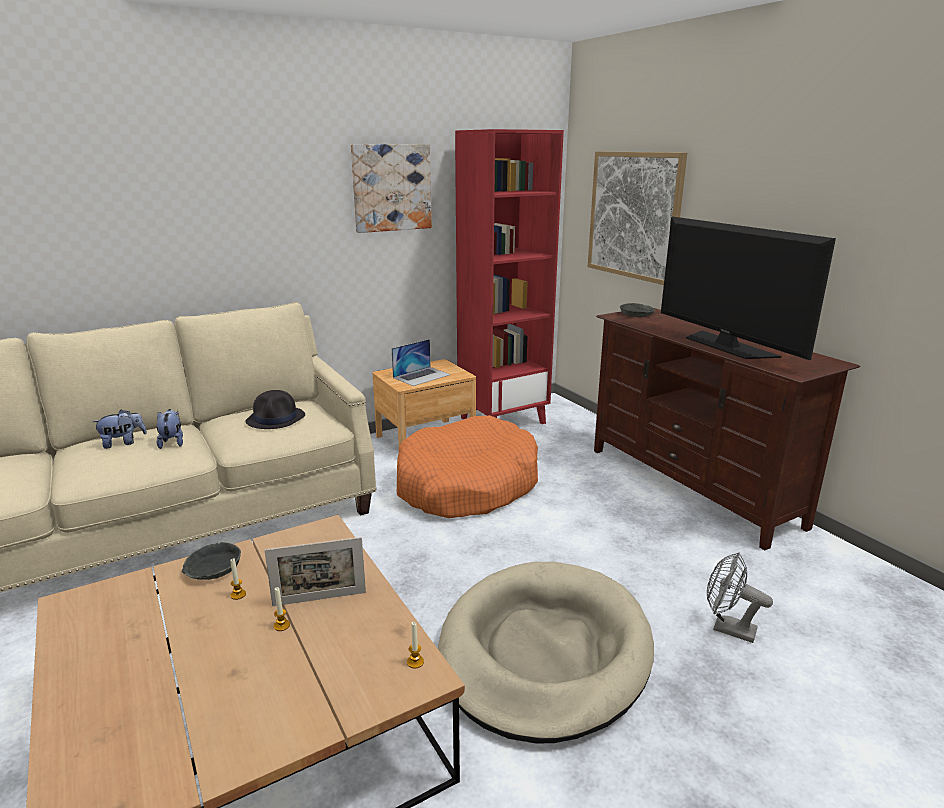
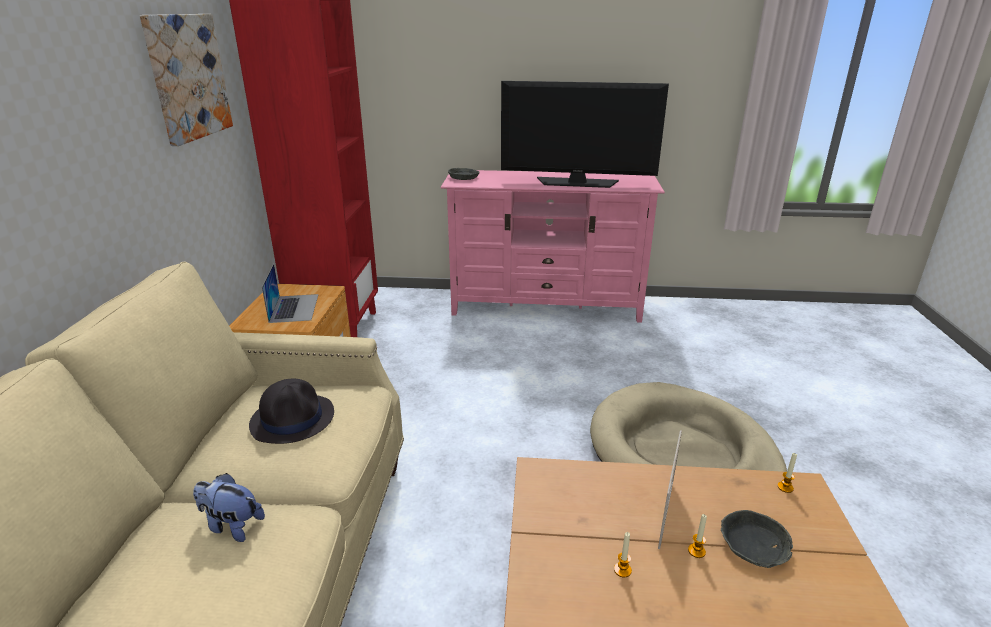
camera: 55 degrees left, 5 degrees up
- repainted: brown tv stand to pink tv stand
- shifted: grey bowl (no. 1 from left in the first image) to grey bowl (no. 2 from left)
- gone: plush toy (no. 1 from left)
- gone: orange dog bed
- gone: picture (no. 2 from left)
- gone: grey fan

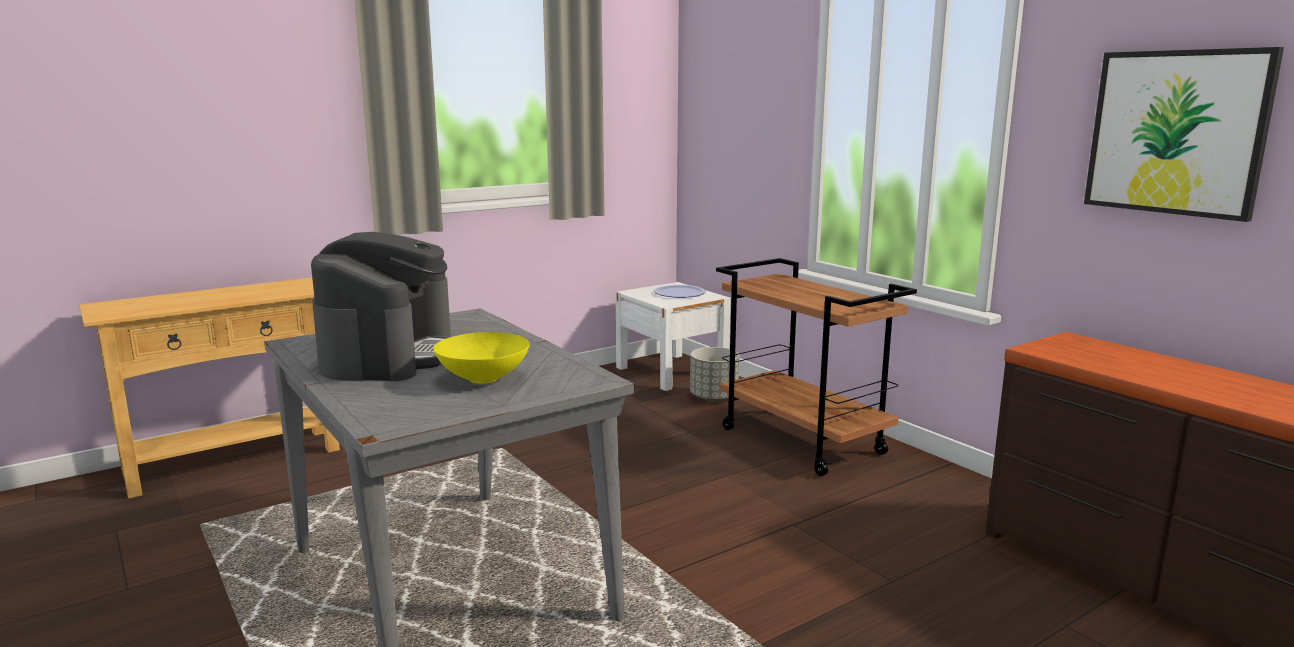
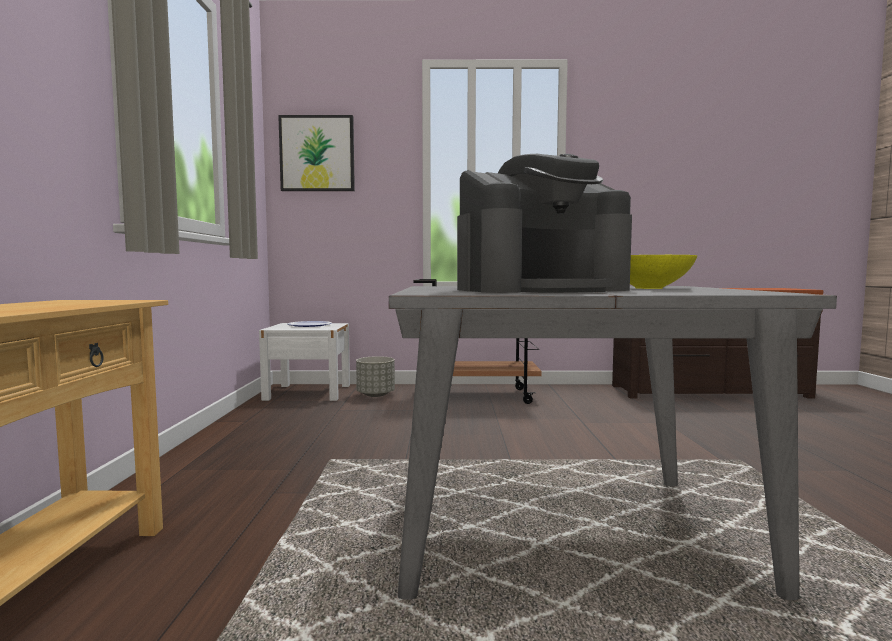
camera: 55 degrees left, 10 degrees down
- shifted: picture
- rotated: coffee machine 120 degrees clockwise

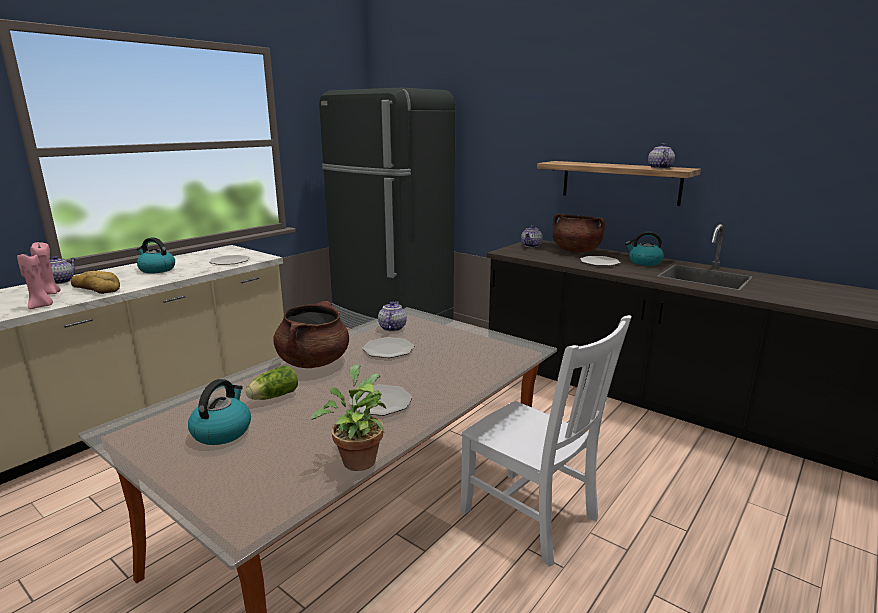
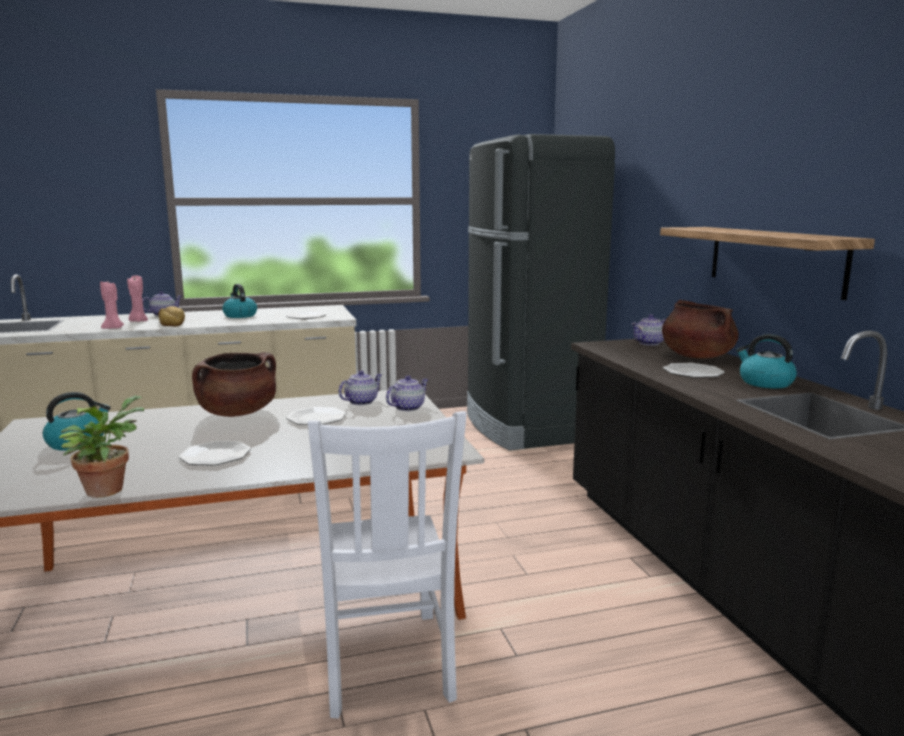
camera: 35 degrees right, 5 degrees down
- shifted: teapot (no. 4 from left in the first image) to teapot (no. 3 from left)
- gone: lettuce

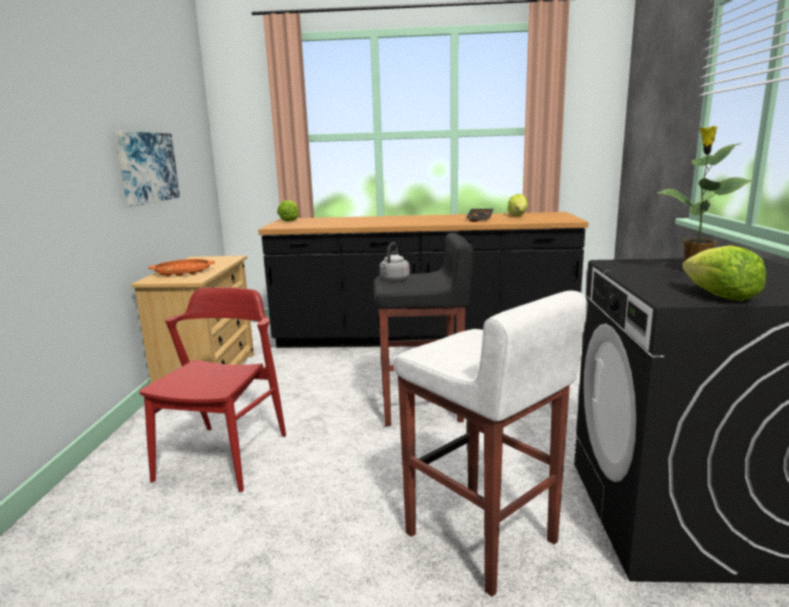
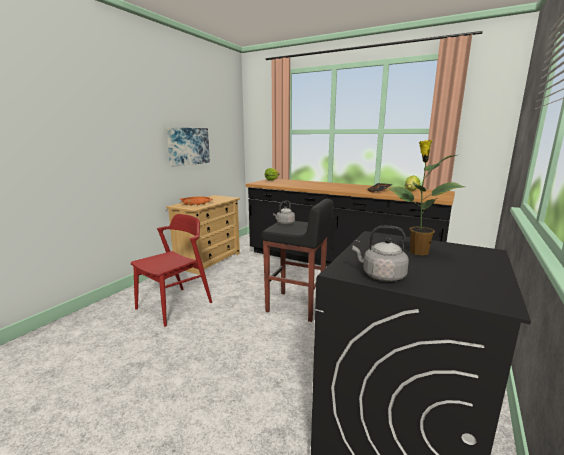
camera: 25 degrees right, 0 degrees up
- swapped: lettuce (no. 3 from left) to grey kettle (no. 2 from left)
- gone: white stool

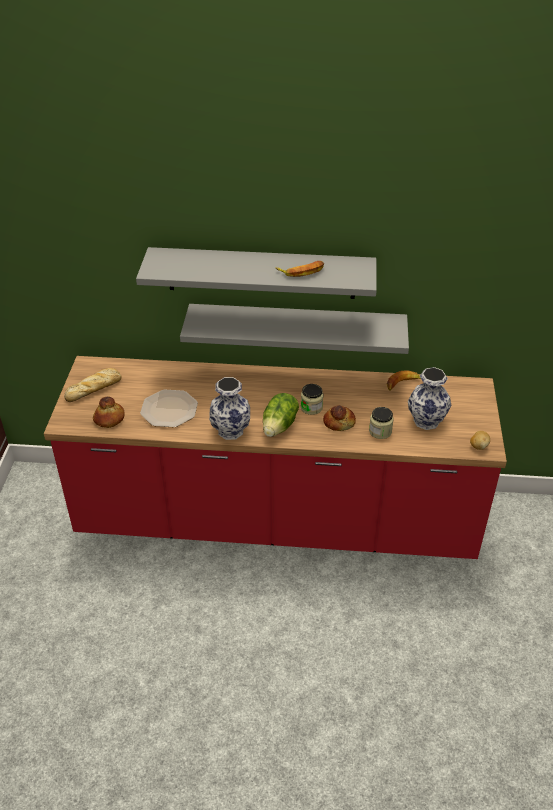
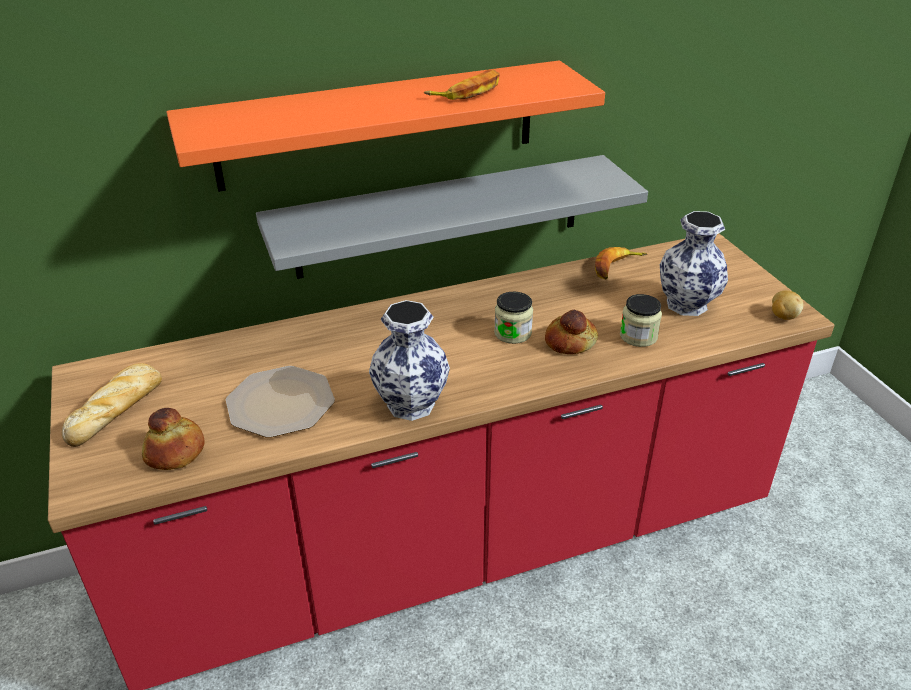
camera: 25 degrees left, 5 degrees down
- repainted: grey shelf (no. 1 from left) to orange shelf
- gone: lettuce

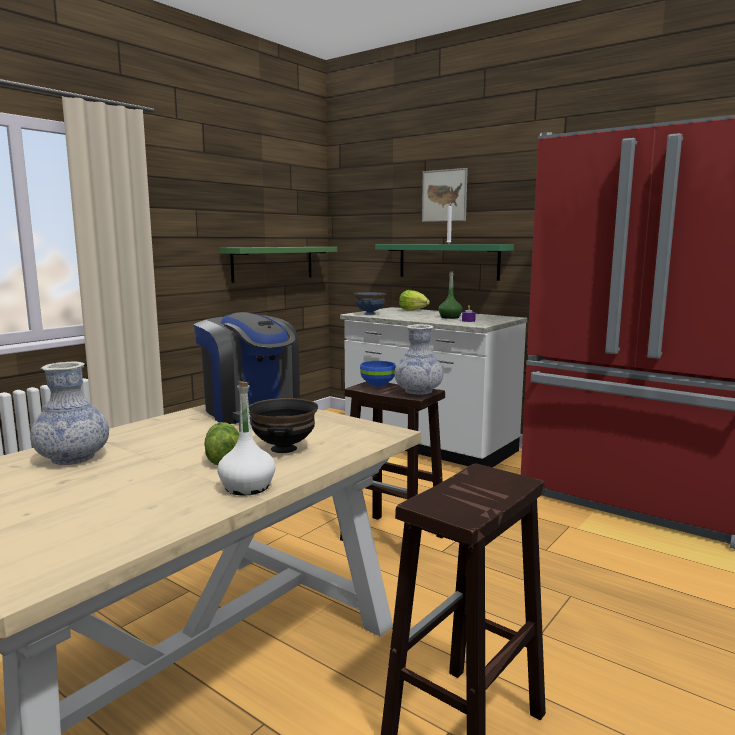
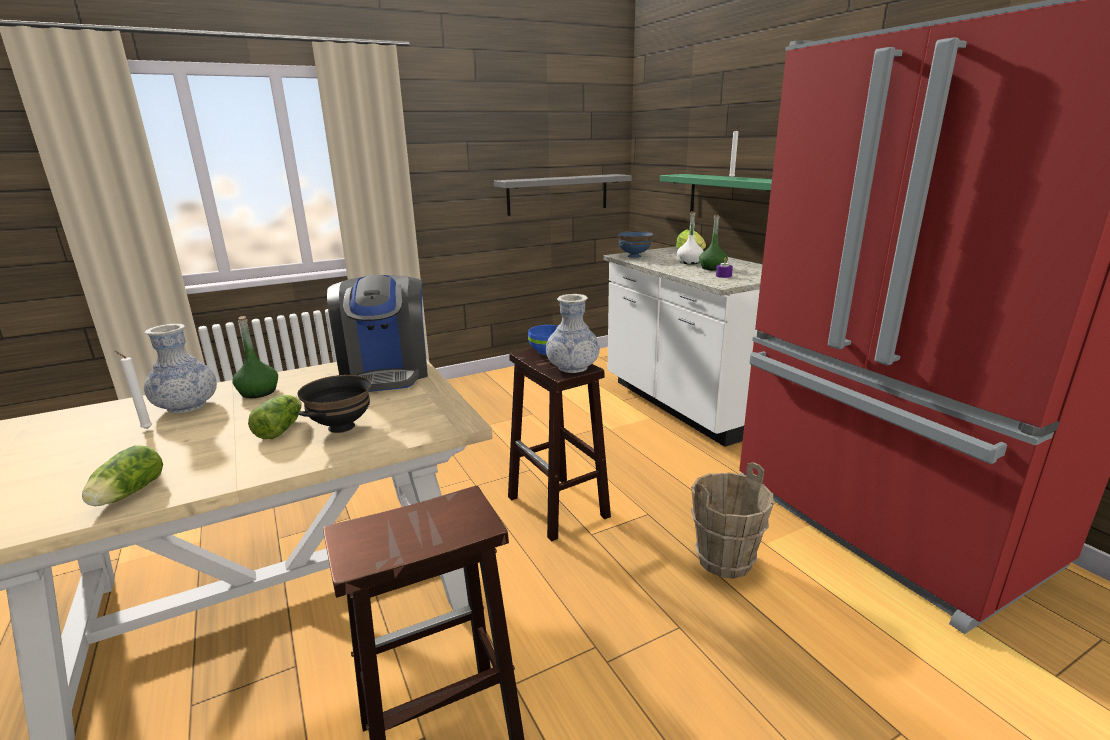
camera: 25 degrees right, 10 degrees up
- new: lettuce (no. 1 from left)
- new: white candle (no. 1 from left)
- new: green bottle (no. 1 from left)
- repainted: green shelf (no. 1 from left) to grey shelf
- shifted: white bottle
- new: brown bucket
- gone: picture

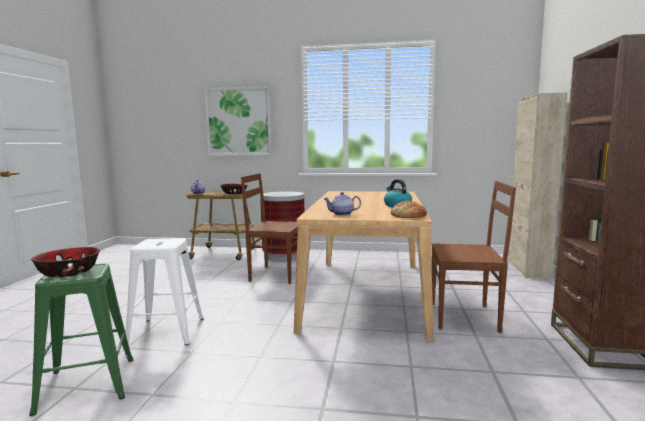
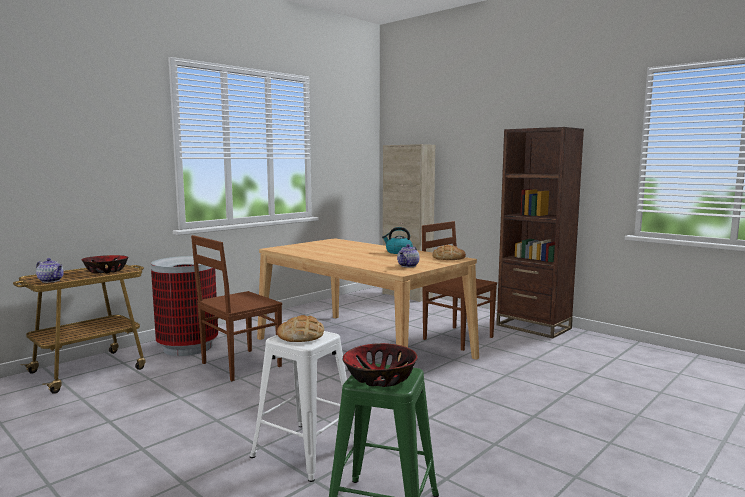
camera: 55 degrees left, 0 degrees up
- new: bread (no. 1 from left)
- rotated: brown chair (no. 2 from left) 90 degrees counterclockwise
- gone: picture

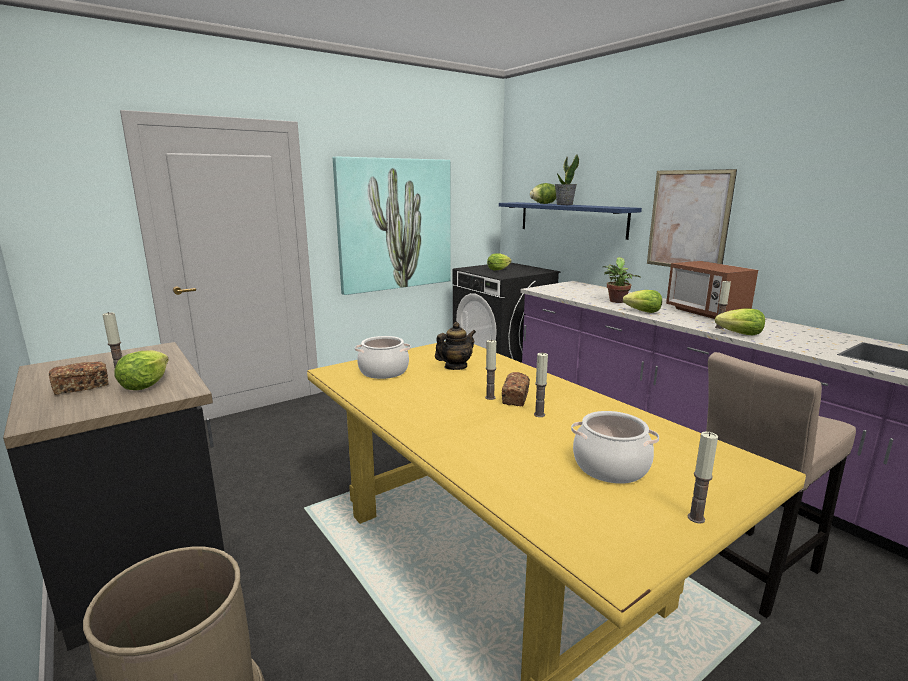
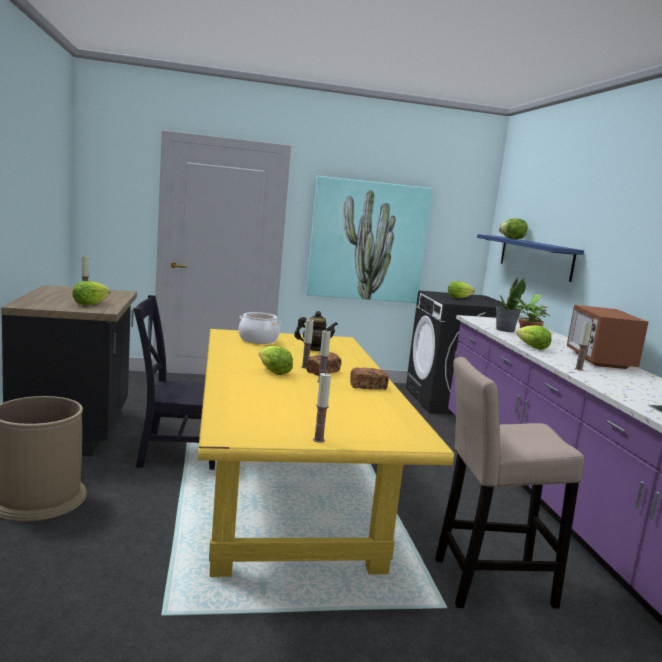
camera: 25 degrees right, 5 degrees down
- new: black chair
- shifted: lettuce (no. 5 from left in the first image) to lettuce (no. 2 from left)
- shifted: bread (no. 1 from left in the first image) to bread (no. 2 from left)
- shifted: potted plant (no. 1 from left)
- gone: cooking pot (no. 2 from left)
- gone: picture (no. 2 from left)

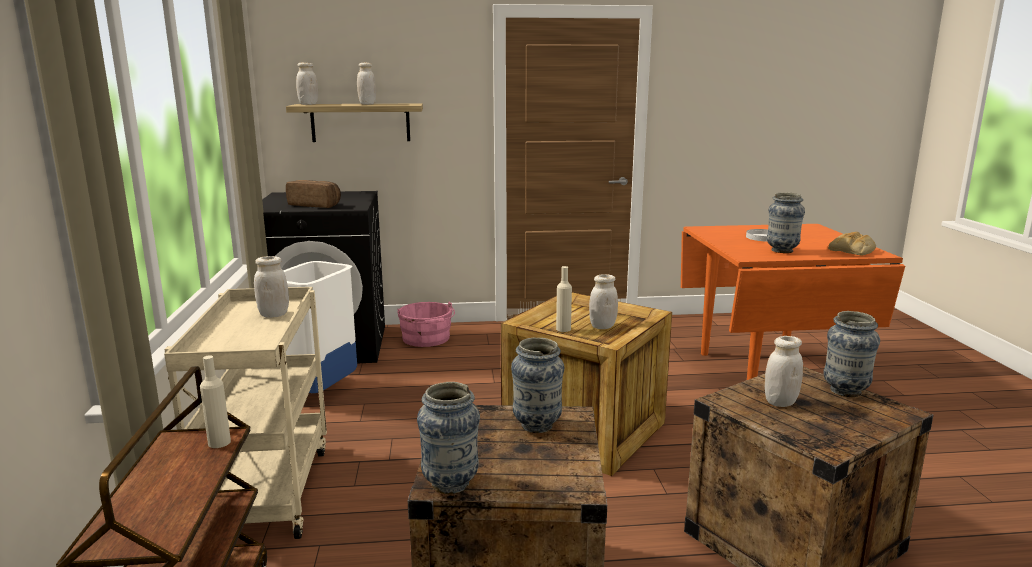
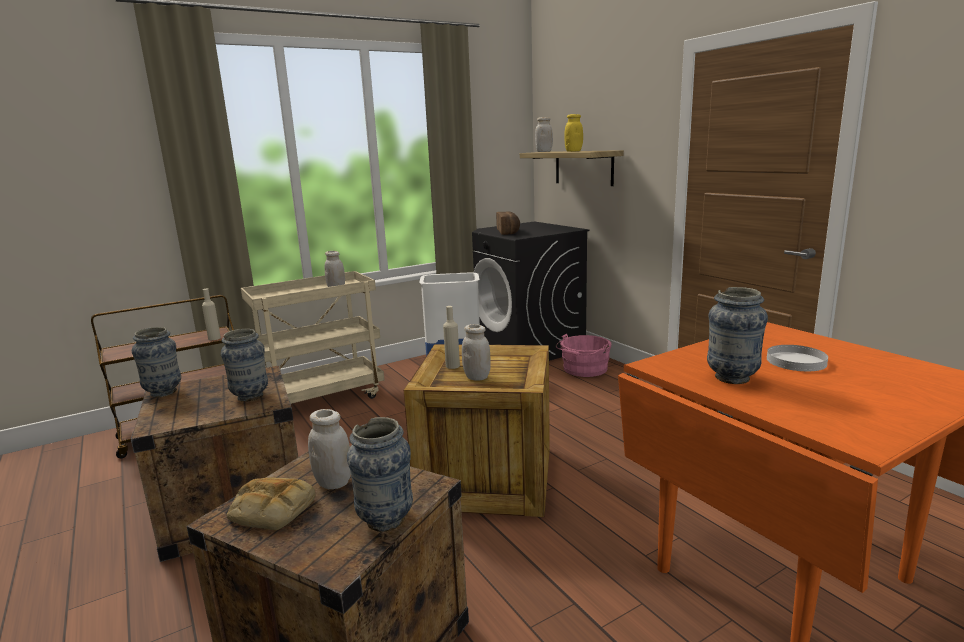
camera: 65 degrees right, 0 degrees up
- shifted: bread (no. 2 from left in the first image) to bread (no. 1 from left)
- repainted: white jar (no. 3 from left) to yellow jar

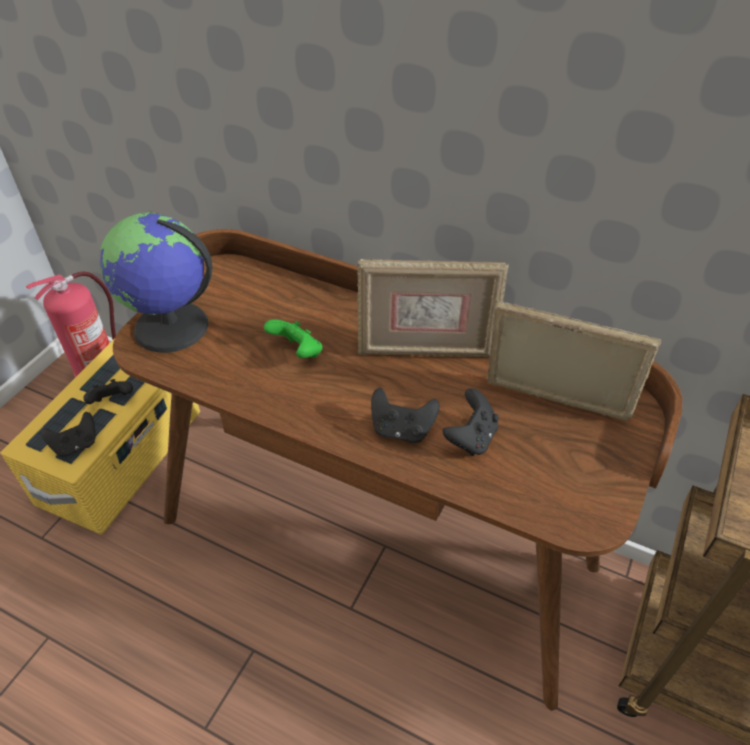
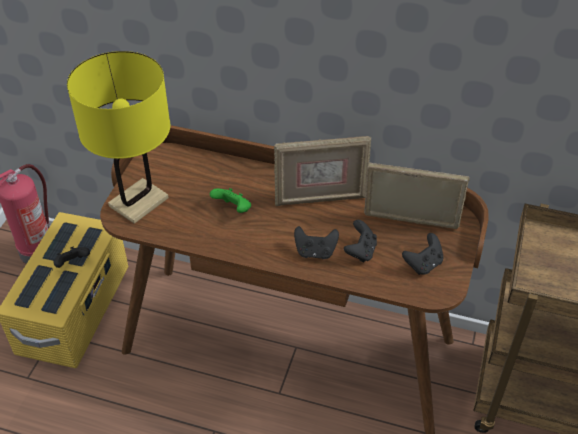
camera: 10 degrees left, 0 degrees up
- swapped: globe to yellow table lamp
- shifted: black game controller (no. 1 from left in the first image) to black game controller (no. 4 from left)

